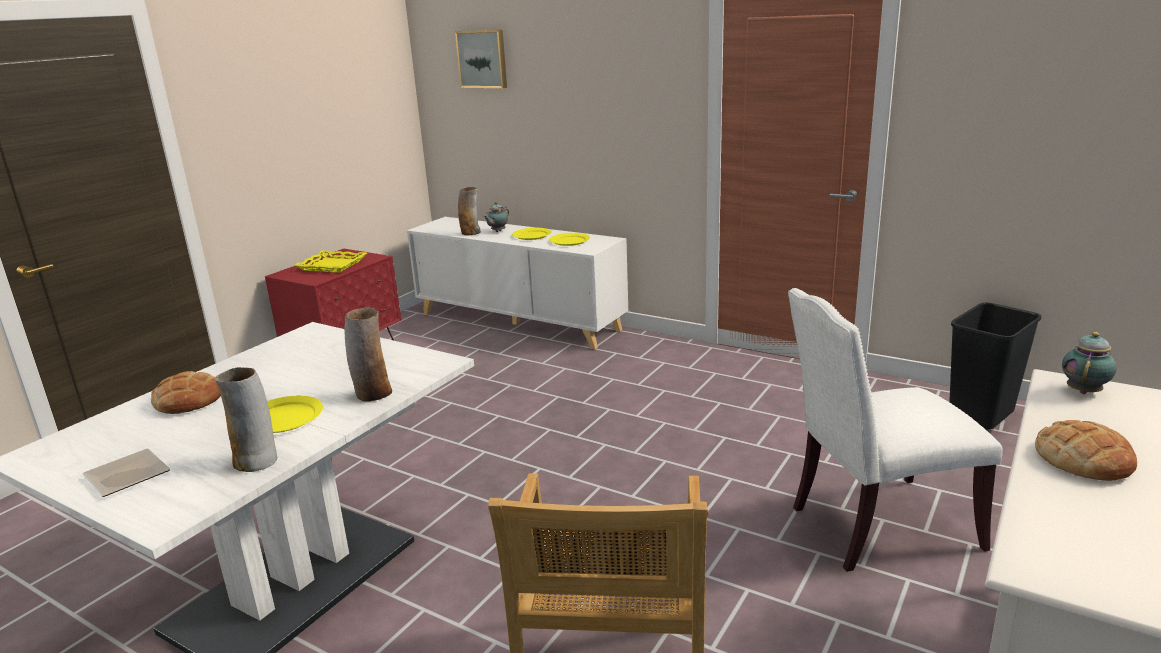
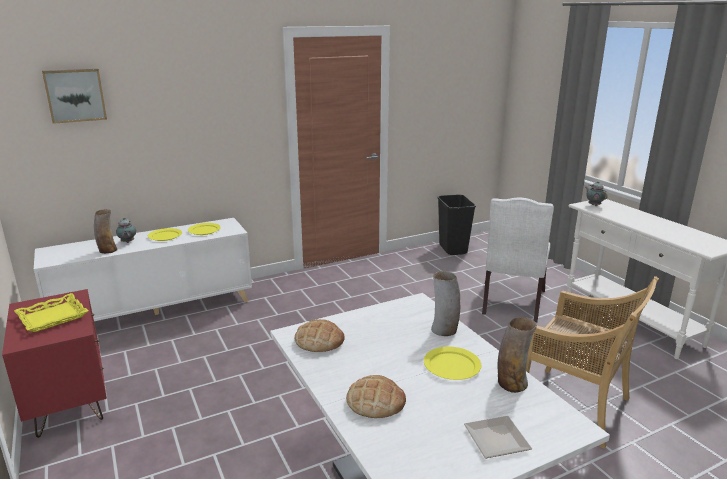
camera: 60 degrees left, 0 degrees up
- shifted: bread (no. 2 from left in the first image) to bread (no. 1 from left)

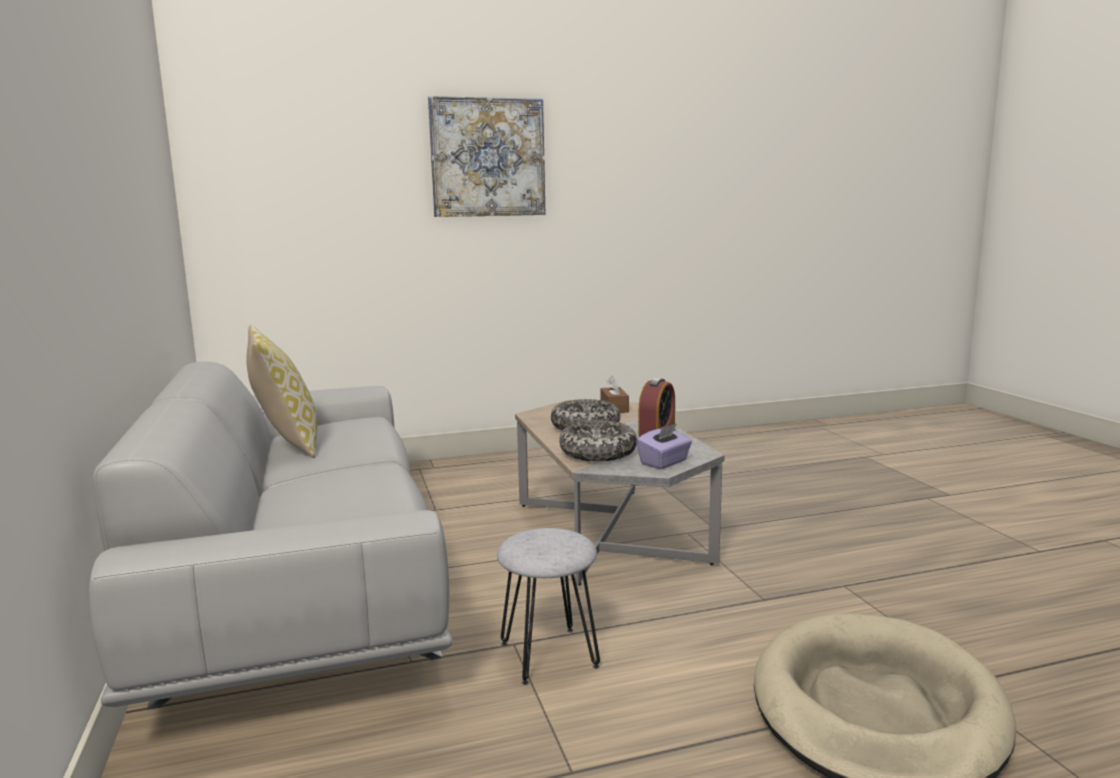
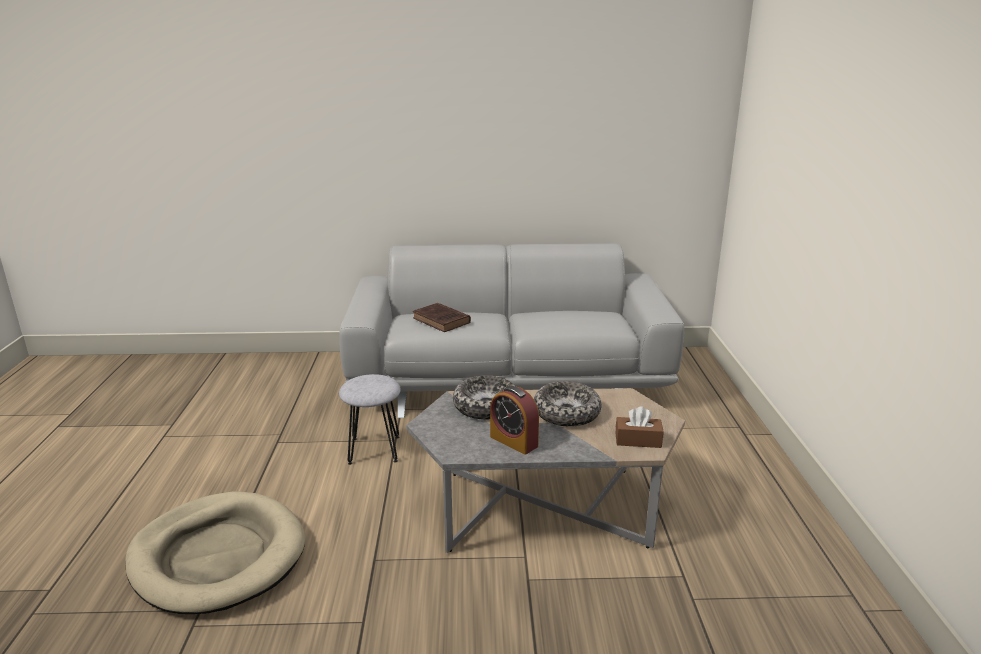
camera: 105 degrees right, 10 degrees up
- new: brown book
- gone: pillow
- gone: picture
- gone: purple tissue box

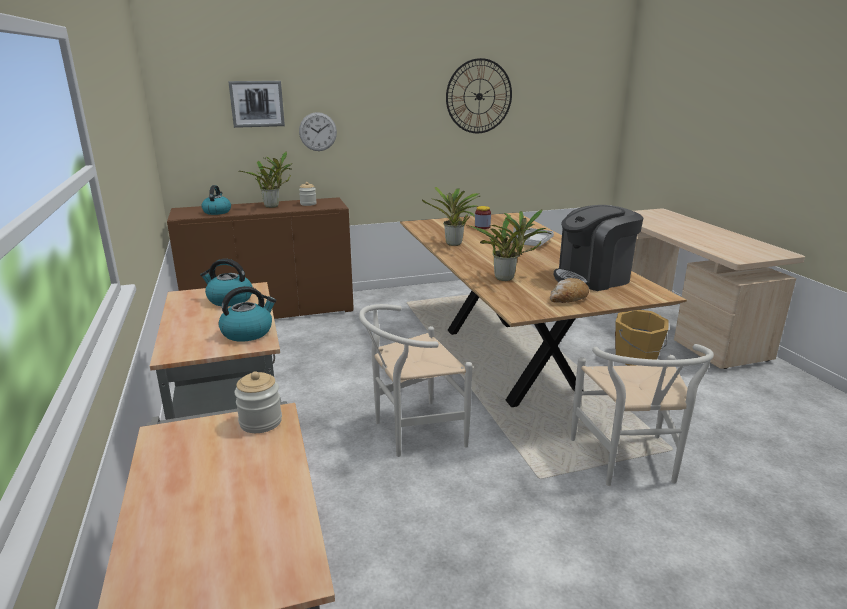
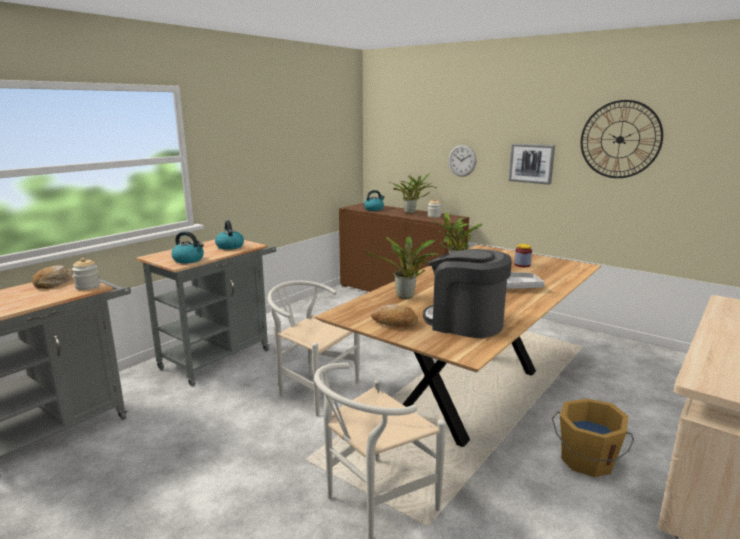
camera: 55 degrees right, 5 degrees down
- new: bread (no. 1 from left)
- shifted: picture

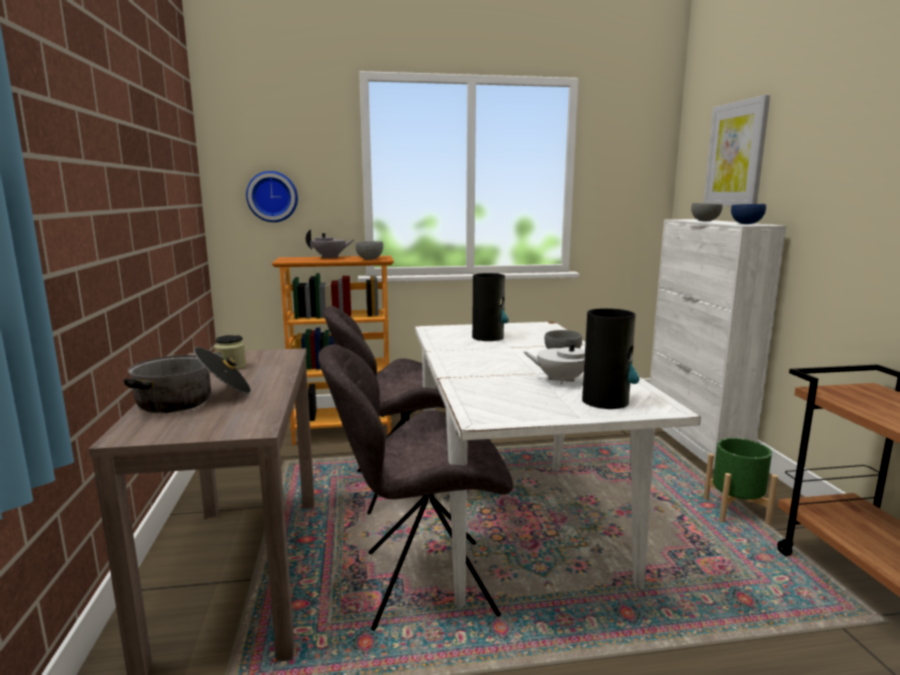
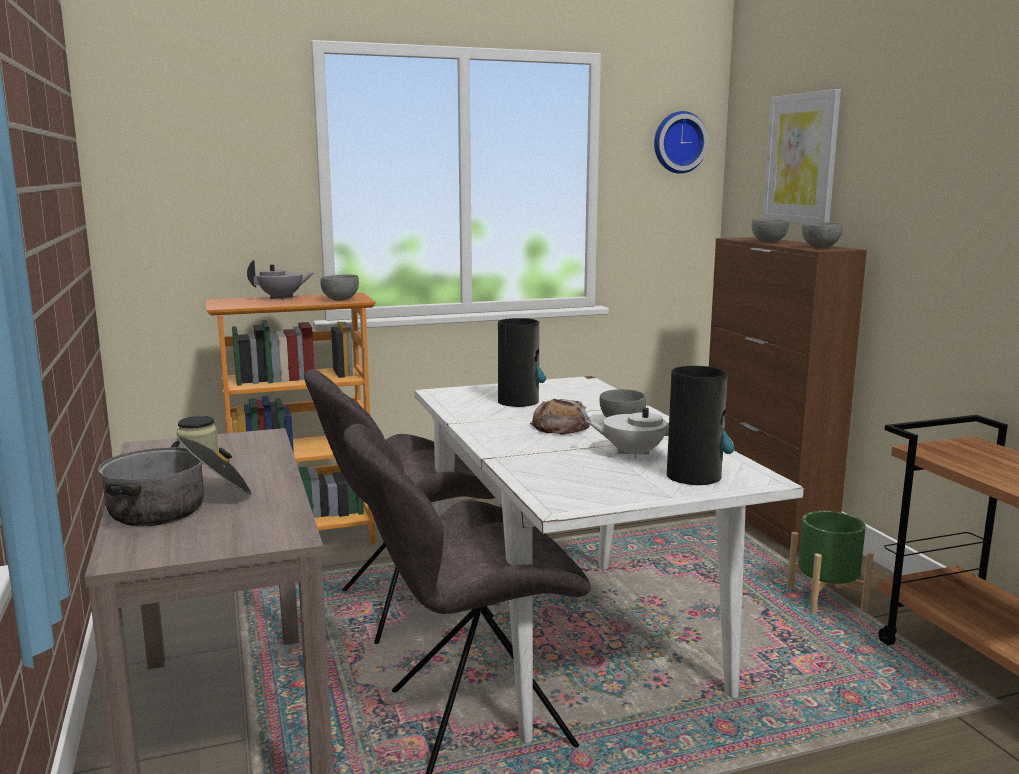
camera: 10 degrees left, 0 degrees up
- new: bread
- shifted: wall clock
- repainted: white cabinet to brown cabinet
- repainted: blue bowl to grey bowl (no. 4 from left)

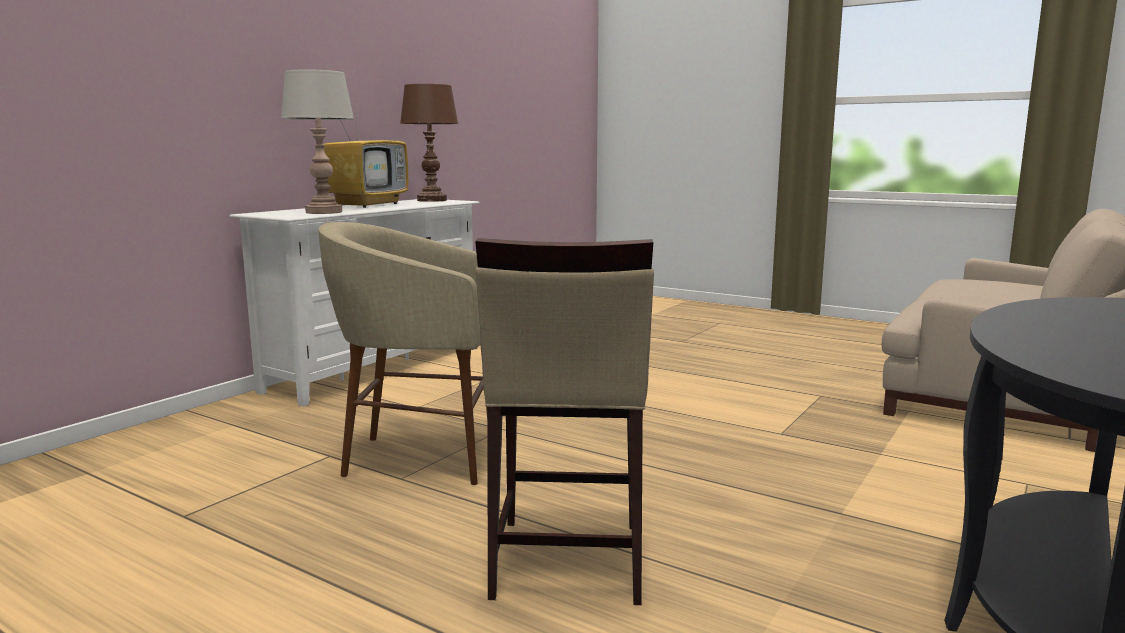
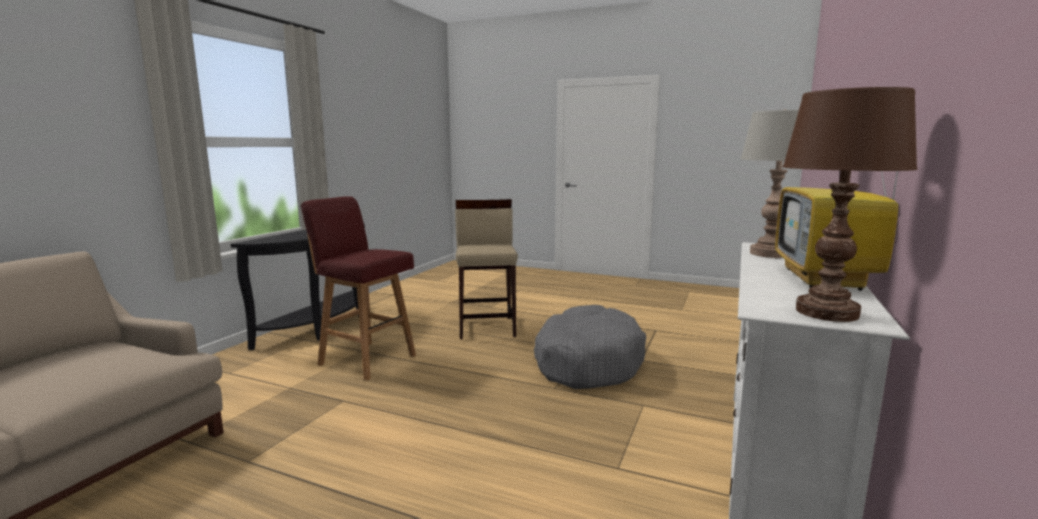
camera: 170 degrees right, 0 degrees up
- new: red stool
- swapped: beige stool (no. 1 from left) to grey dog bed

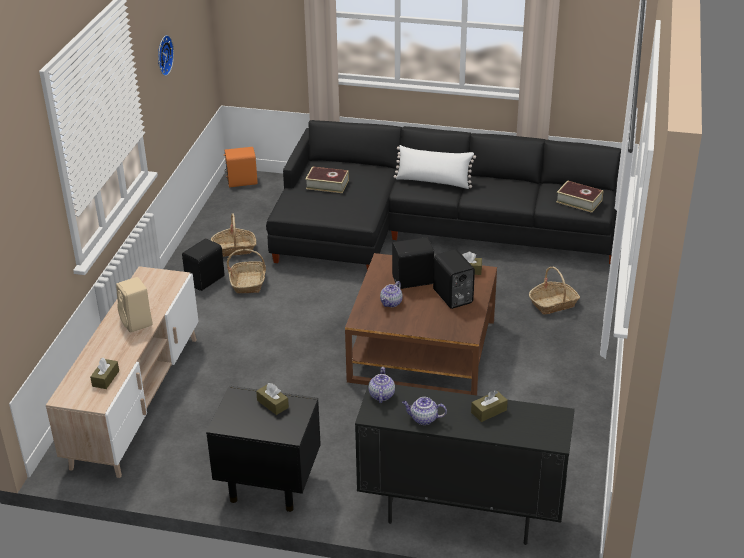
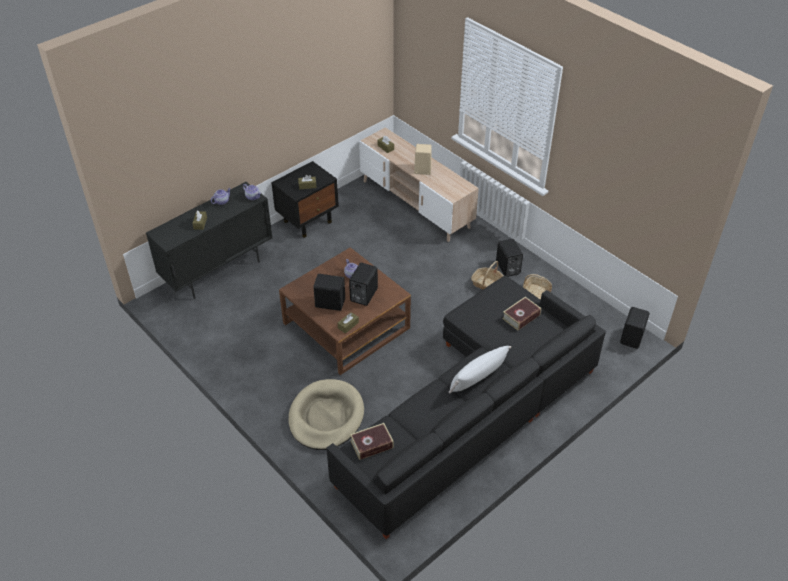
camera: 125 degrees right, 10 degrees up
- swapped: basket (no. 3 from left) to beige dog bed
- repainted: orange speaker to black speaker (no. 4 from left)
- gone: wall clock

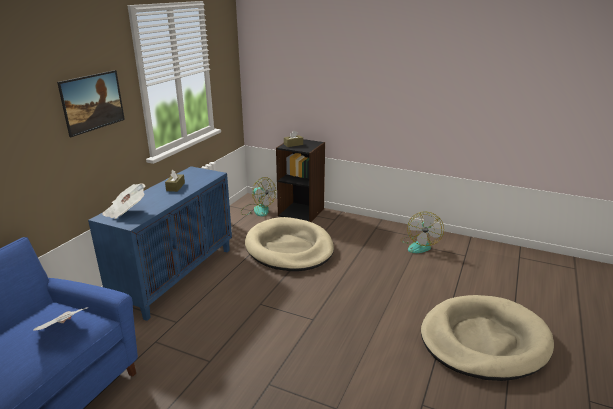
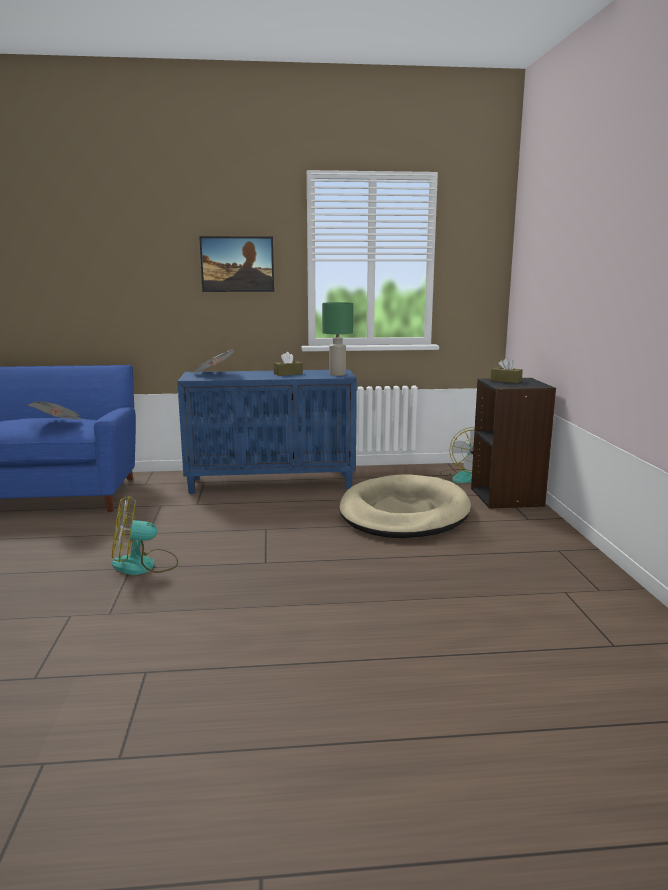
camera: 60 degrees right, 10 degrees down
- shifted: fan (no. 2 from left in the first image) to fan (no. 1 from left)
- new: green table lamp
- gone: beige dog bed (no. 2 from left)

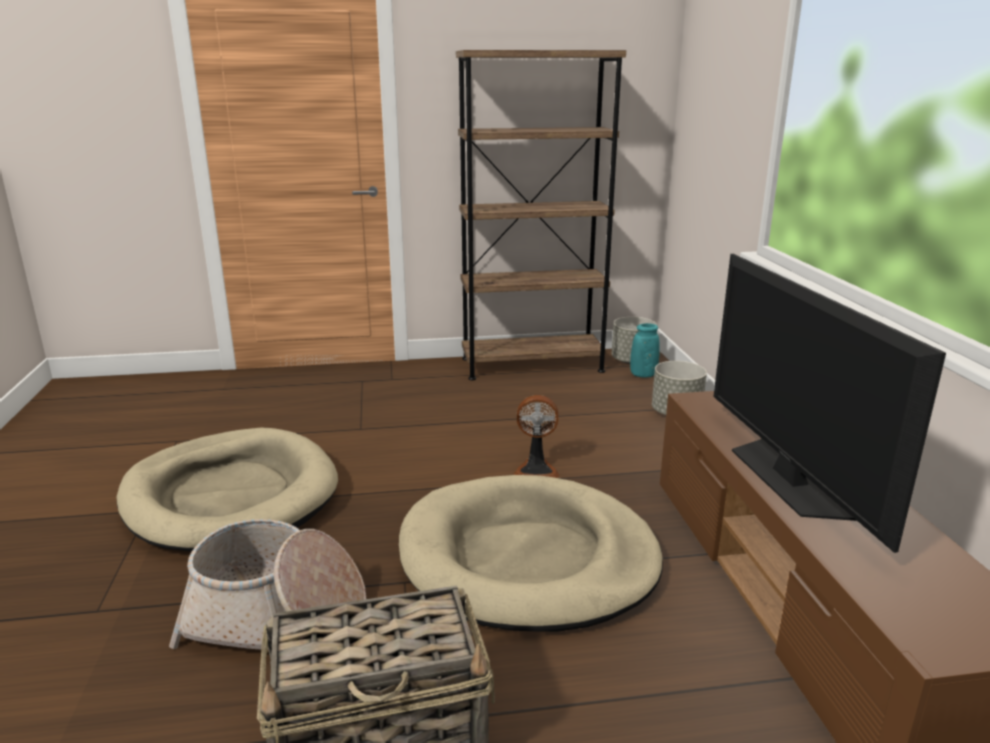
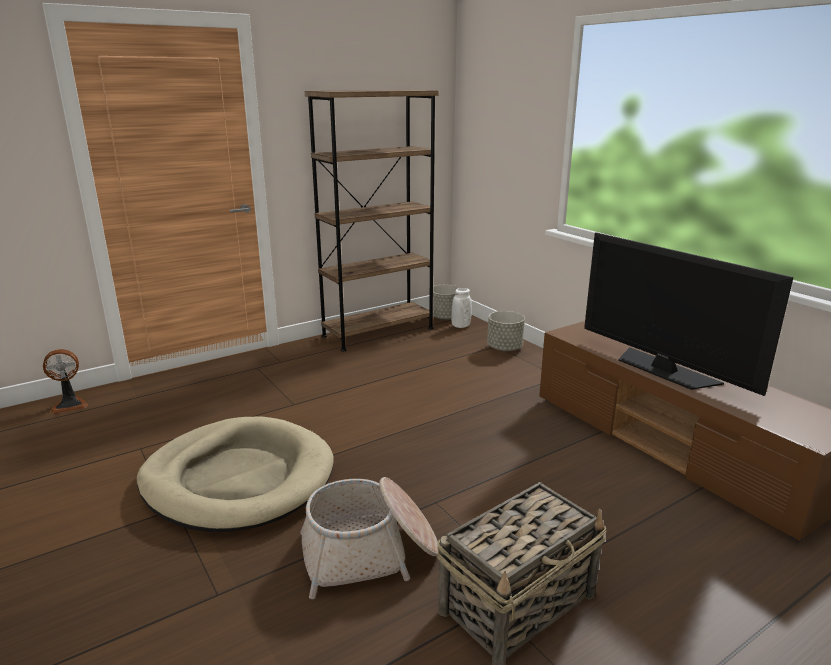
camera: 25 degrees left, 0 degrees up
- shifted: fan
- repainted: turquoise vase to white vase
- gone: beige dog bed (no. 2 from left)

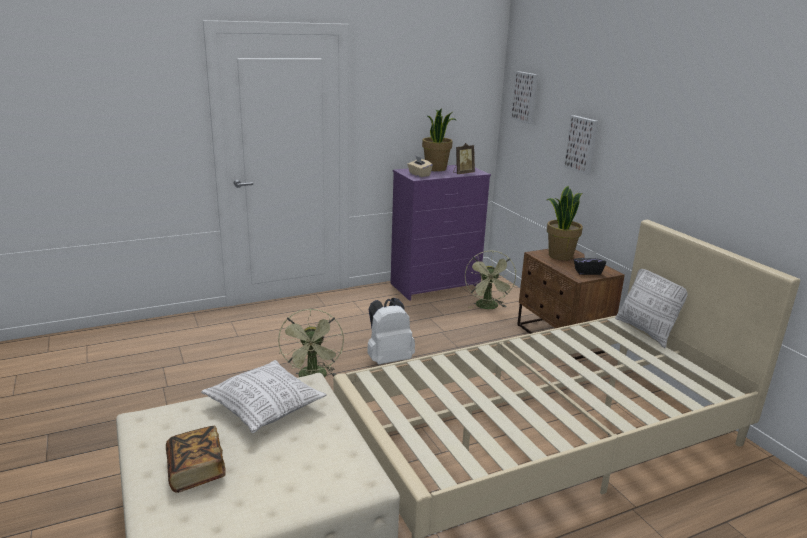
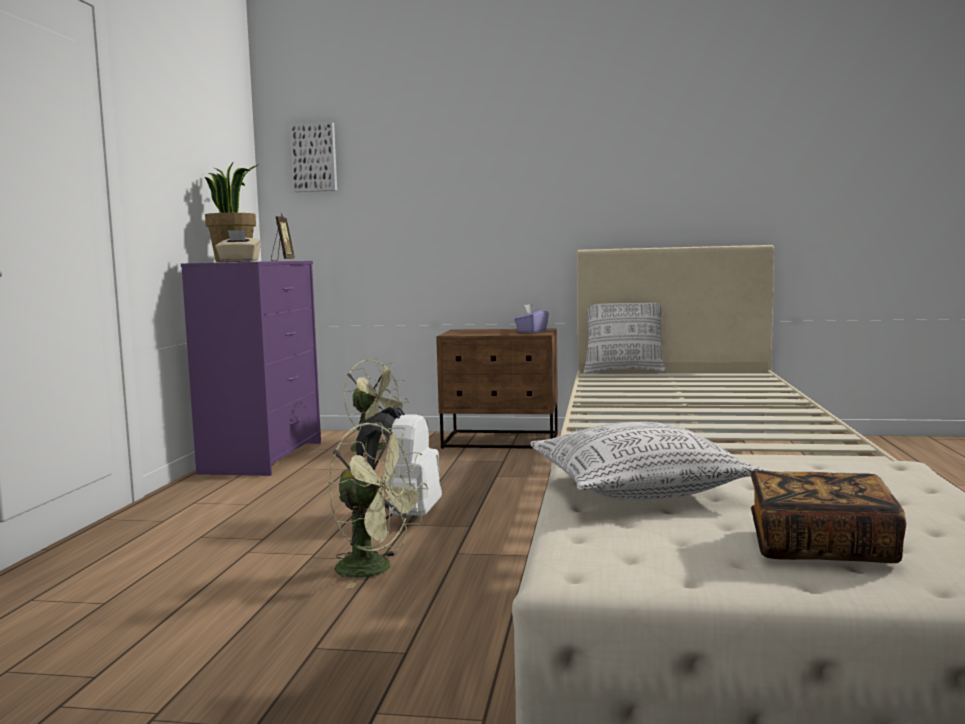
camera: 55 degrees left, 15 degrees down
- repainted: black tissue box to purple tissue box
- gone: potted plant (no. 2 from left)
- gone: picture (no. 2 from left)

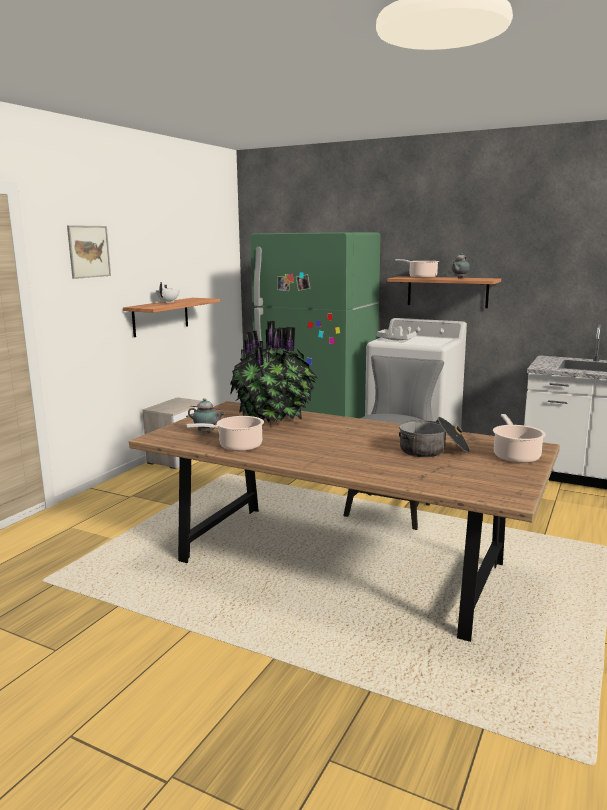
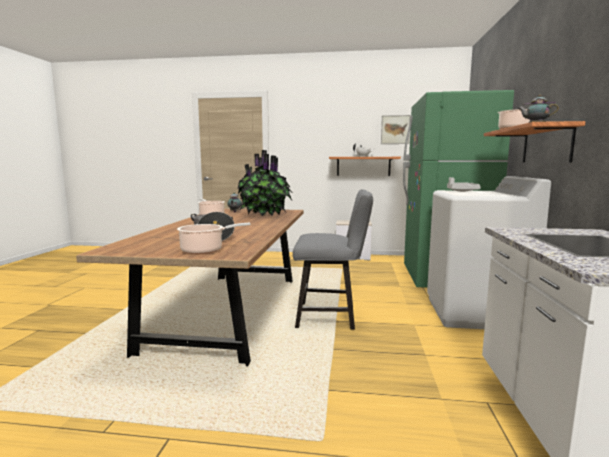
camera: 70 degrees right, 5 degrees down
- shifted: picture

